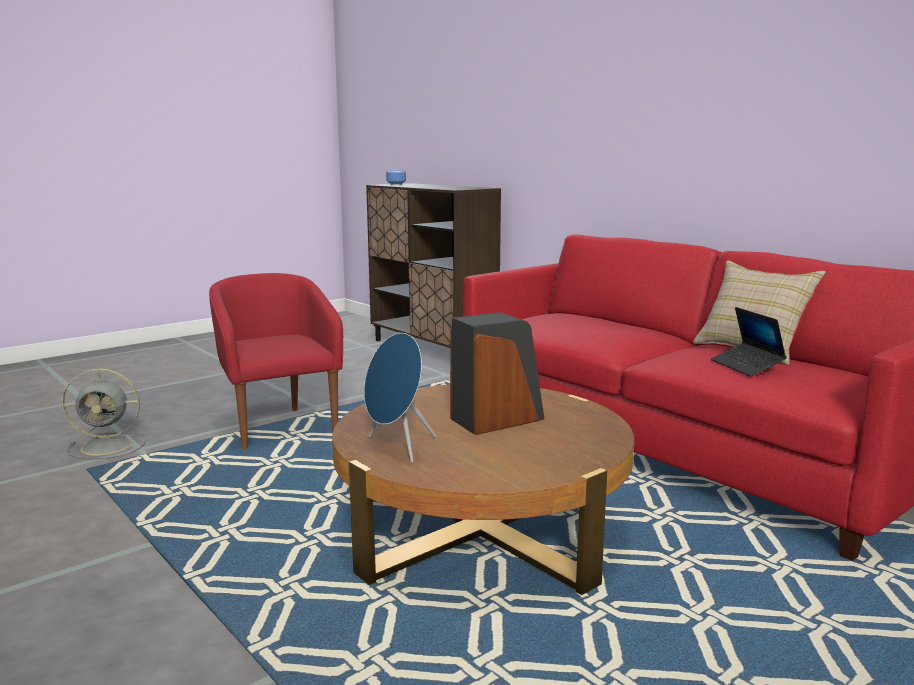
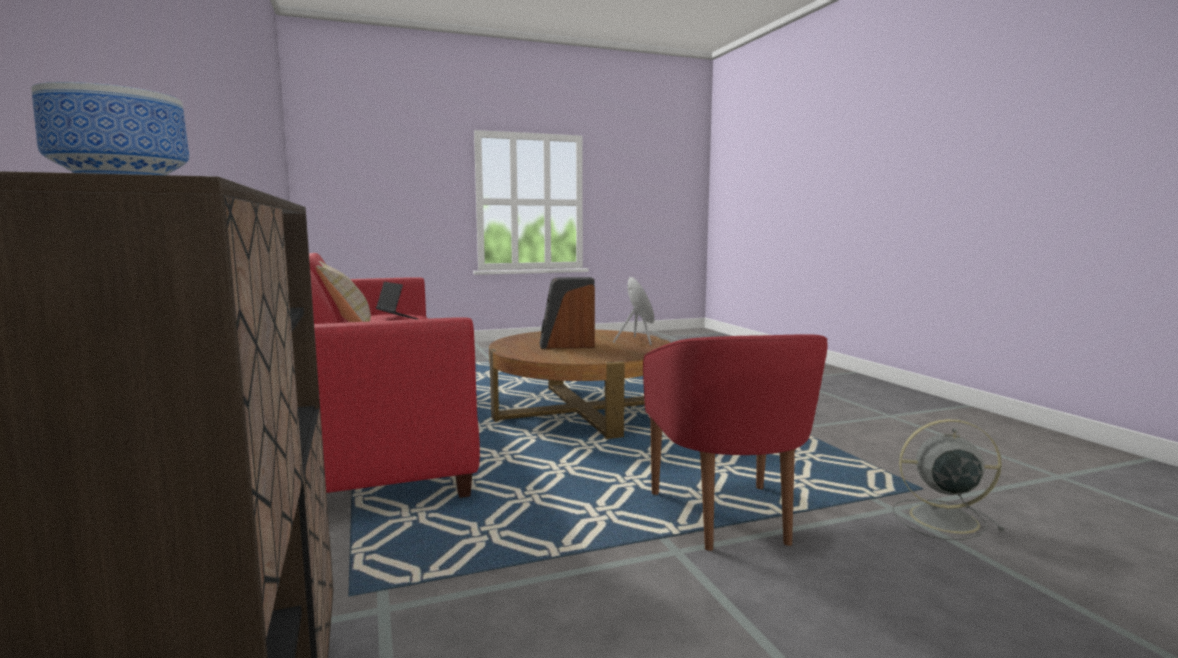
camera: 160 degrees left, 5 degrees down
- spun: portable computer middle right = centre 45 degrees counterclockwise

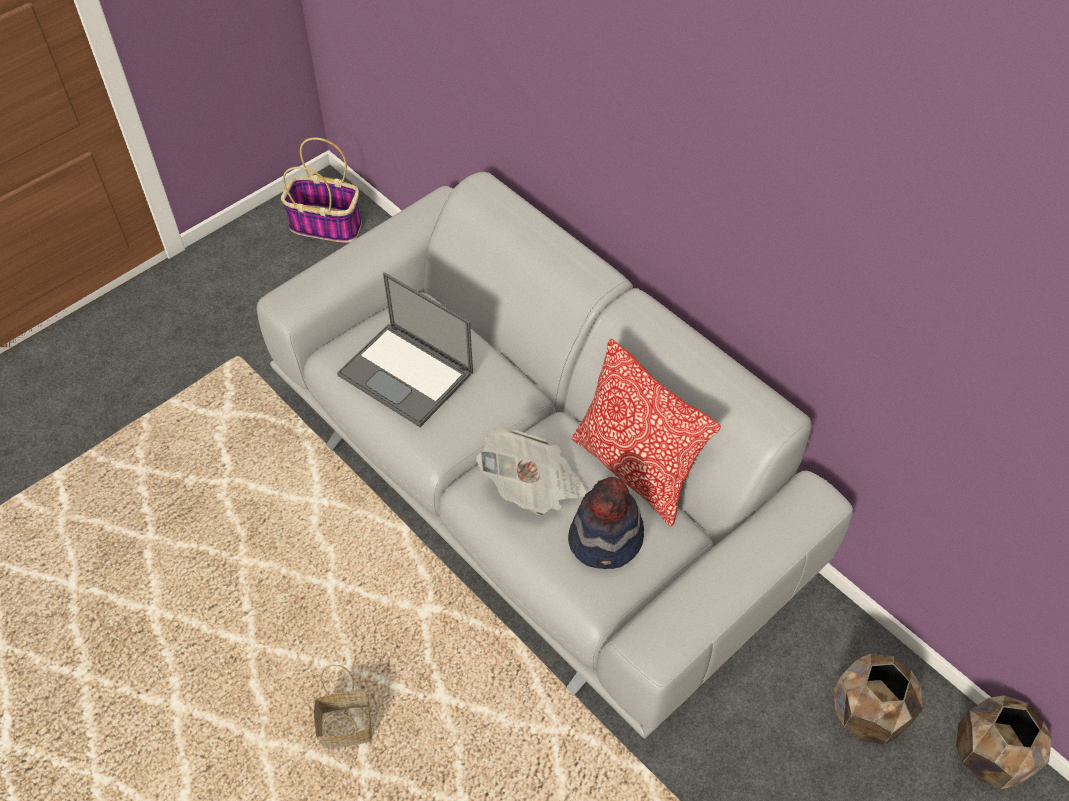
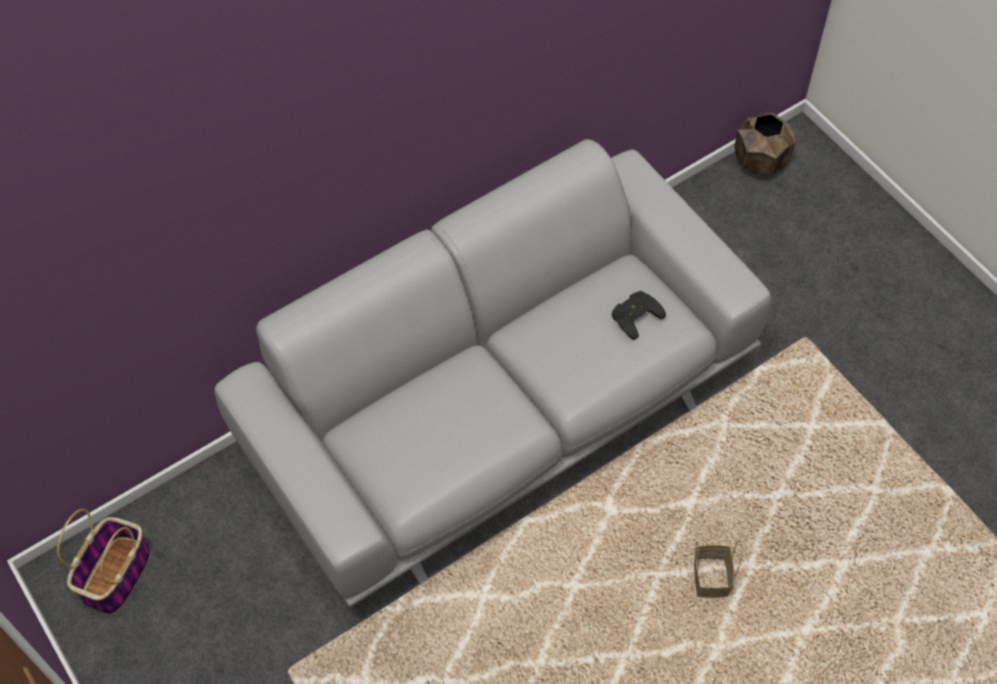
camera: 80 degrees left, 5 degrees up
- exchanged: wearable hat centre to black game controller centre
- missing: portable computer centre
- missing: printed paper centre
- missing: throw pillow centre
- missing: brown-coloured plant pot (no. 1 from left) bottom right

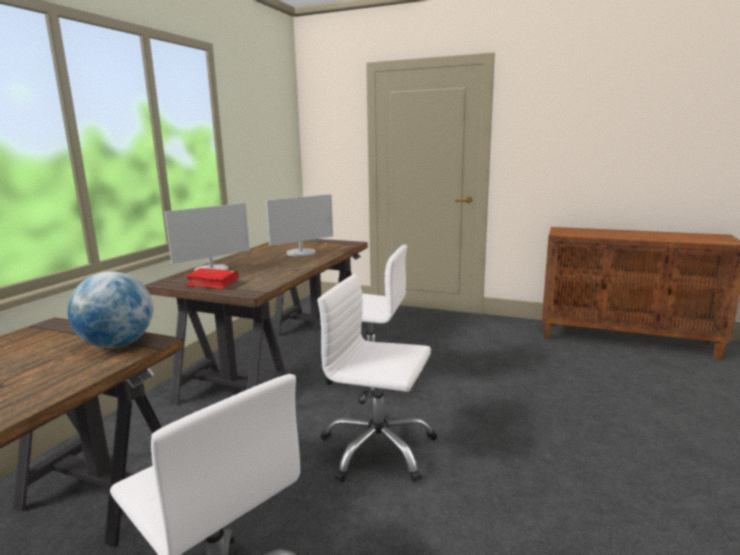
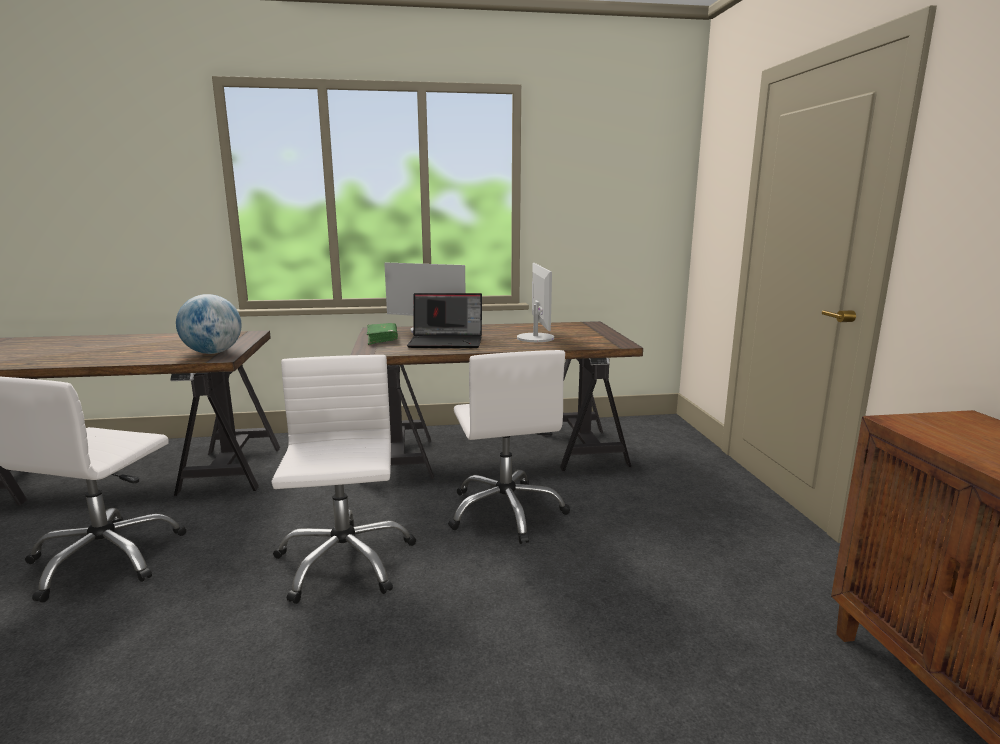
camera: 60 degrees right, 0 degrees up
- colour: red-coloured bound book middle left to green-coloured bound book centre
- appeared: portable computer centre
- spun: monitor (no. 2 from left) centre = centre 120 degrees counterclockwise

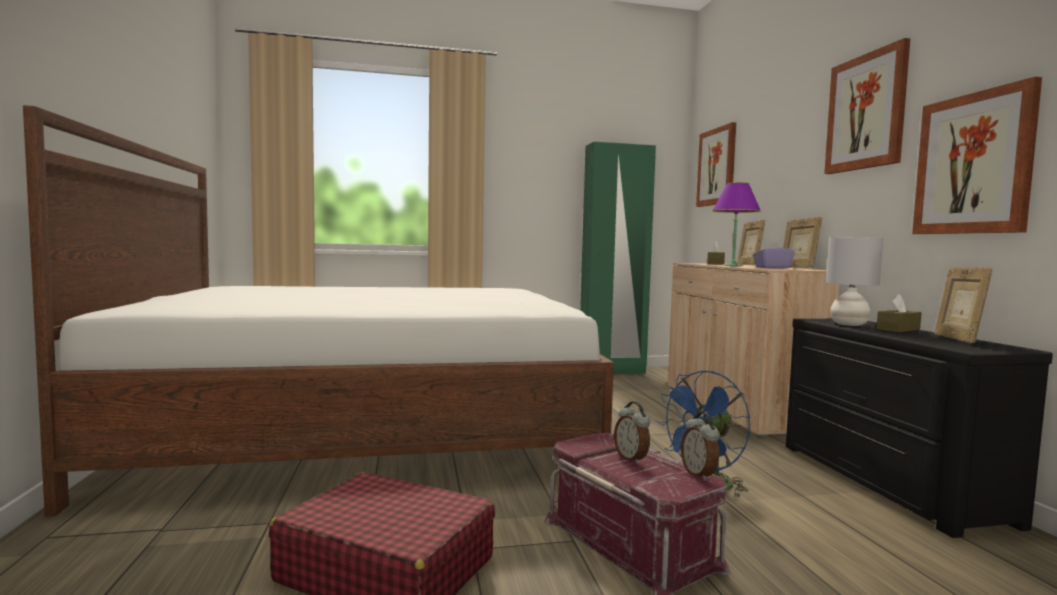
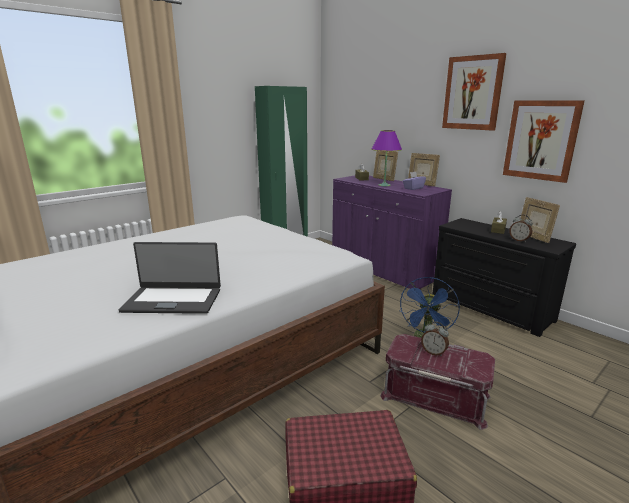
camera: 30 degrees left, 15 degrees up
- appeared: portable computer middle left
- colour: beige-coloured cupboard middle right to purple cupboard centre
- relocated: alarm clock (no. 2 from left) bottom centre to middle right
- missing: picture (no. 1 from left) top right
- missing: gray tabletop lamp middle right

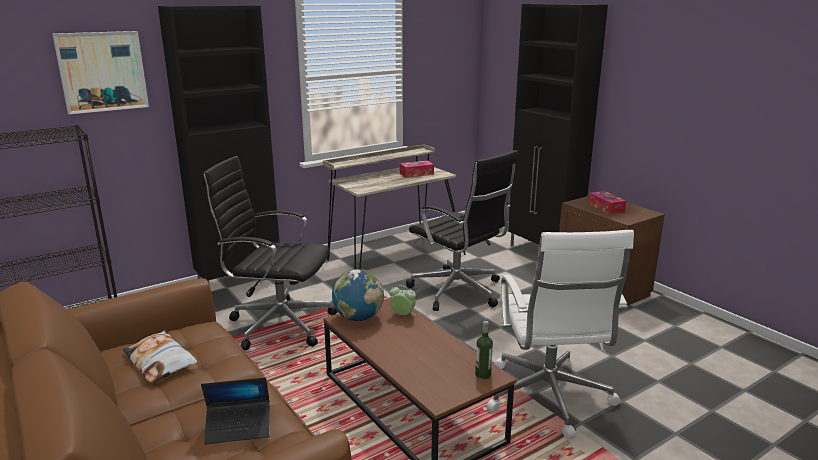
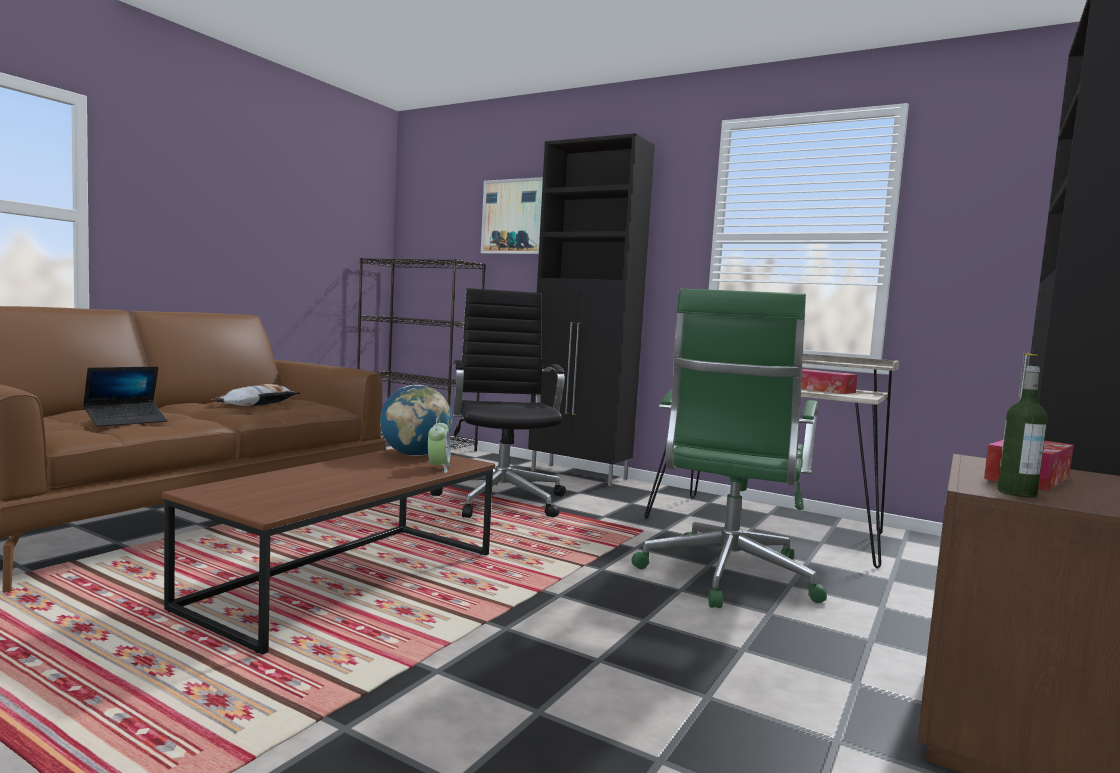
camera: 65 degrees right, 15 degrees down
- spun: portable computer bottom left = middle left 105 degrees counterclockwise
- colour: black desk chair (no. 2 from left) centre to green-coloured desk chair centre
- relocated: drink bottle bottom centre to middle right
- missing: whitish desk chair bottom right

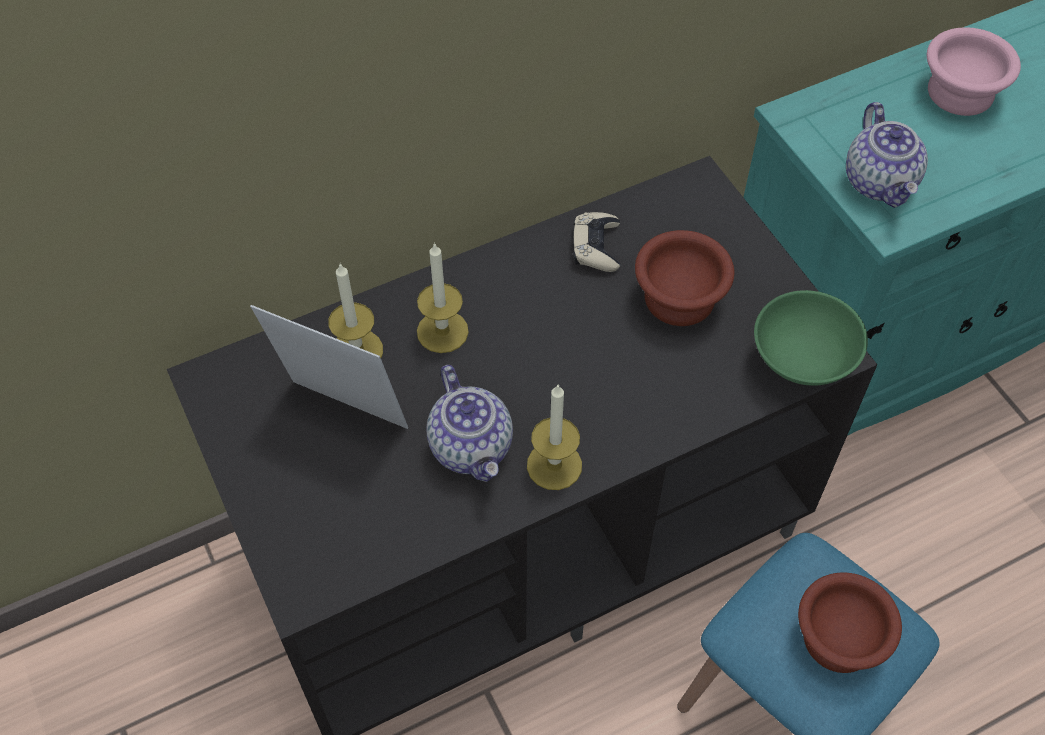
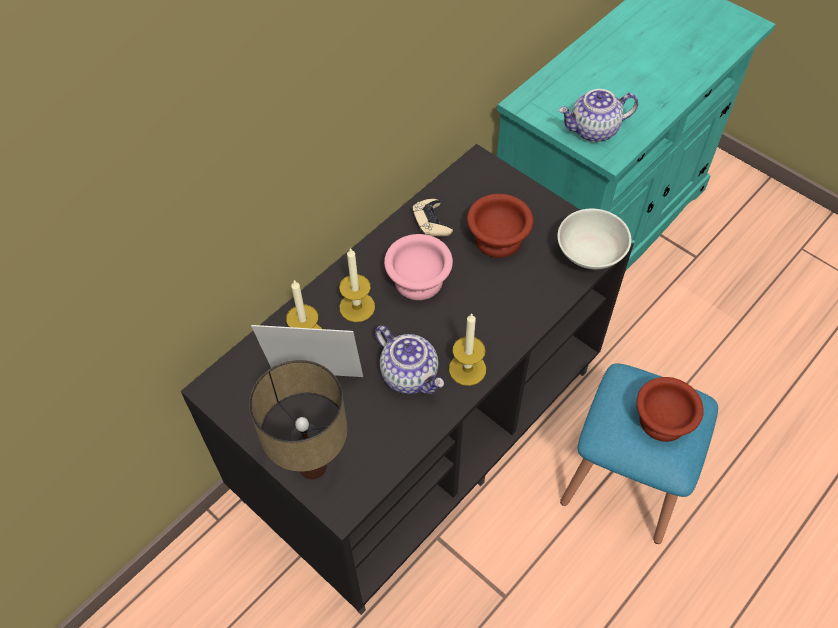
camera: 20 degrees left, 0 degrees up
- appeared: tabletop lamp bottom centre
- relocated: pink-coloured bowl top right to centre
- colour: green-coloured bowl middle right to whitish bowl middle right
- spun: pot for tea (no. 2 from left) top right = top right 105 degrees clockwise

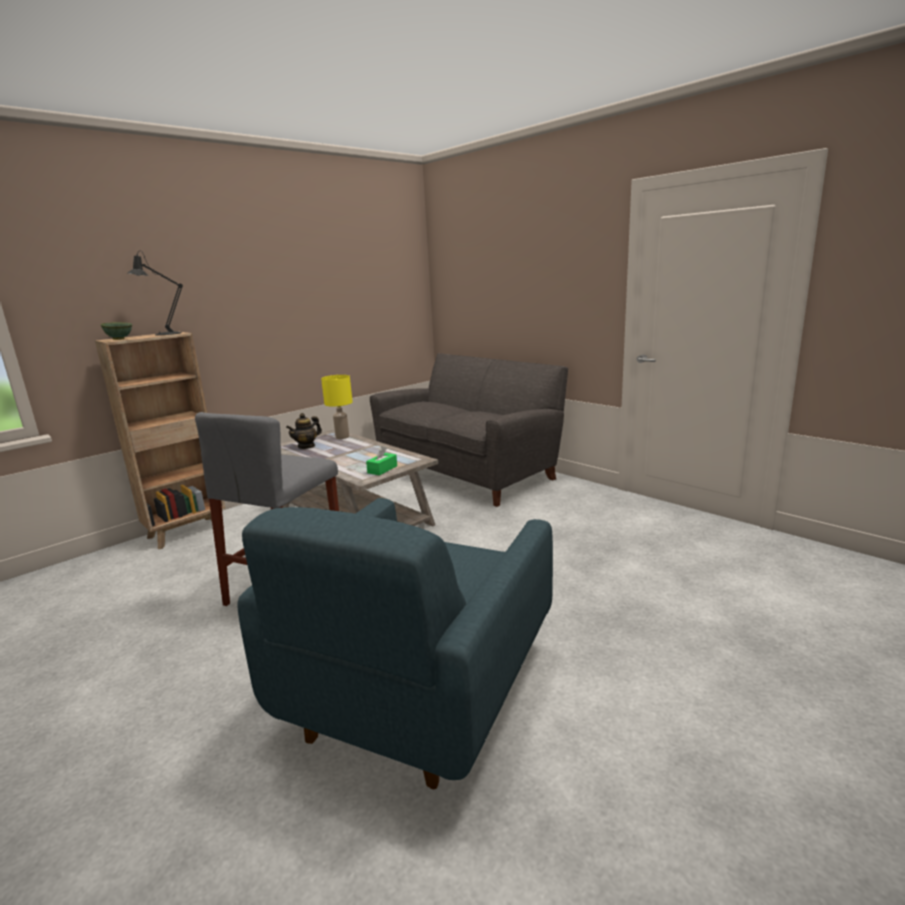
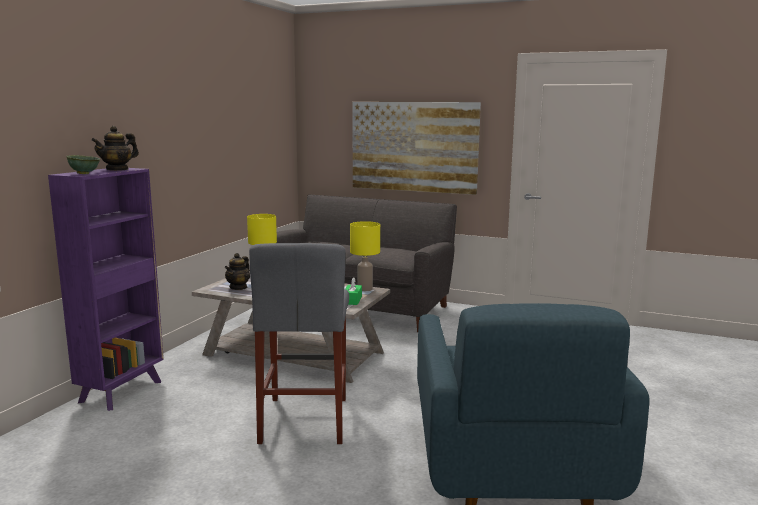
camera: 25 degrees left, 5 degrees down
- colour: brown-coloured shelving unit middle left to purple shelving unit middle left
- exchanged: black tabletop lamp top left to pot for tea (no. 1 from left) top left
- appeared: yellow-coloured tabletop lamp (no. 2 from left) centre
- appeared: picture top centre

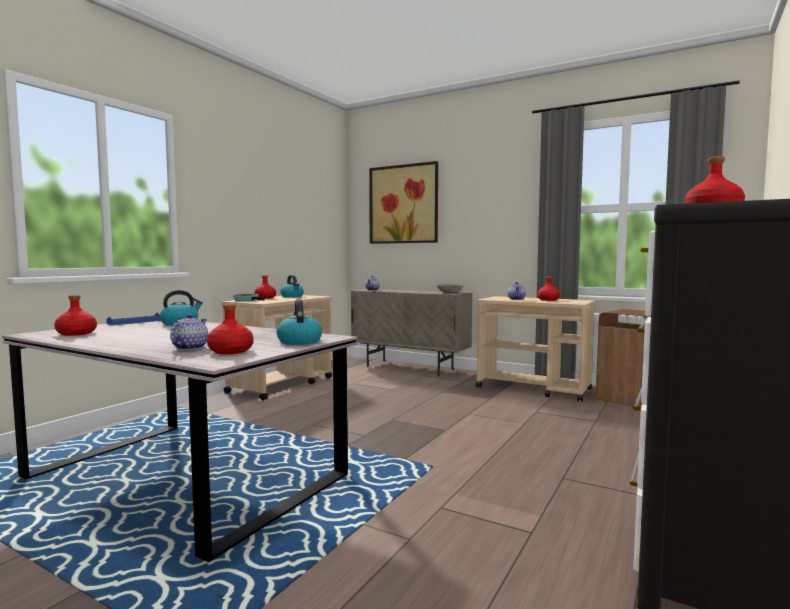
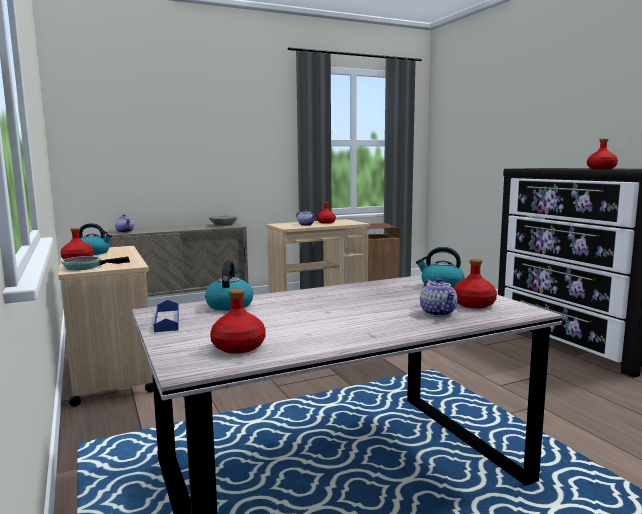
camera: 55 degrees left, 5 degrees up
- spun: pot for tea (no. 1 from left in the first image) middle left = middle right 150 degrees counterclockwise
- missing: picture top centre

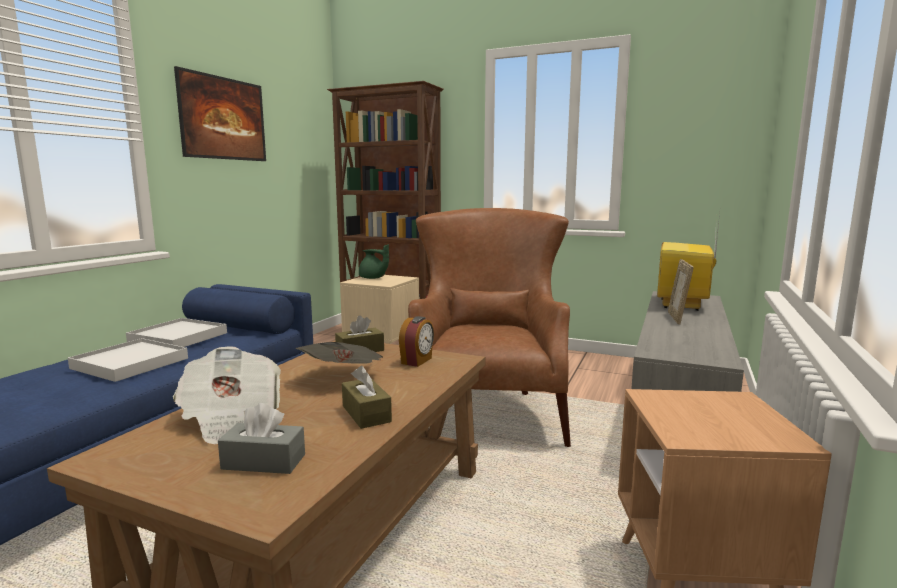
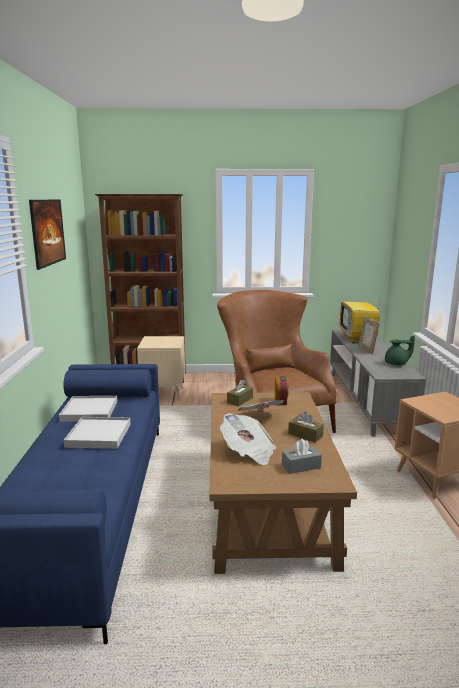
camera: 25 degrees left, 5 degrees up
- relocated: green-coloured pot for tea centre to middle right

